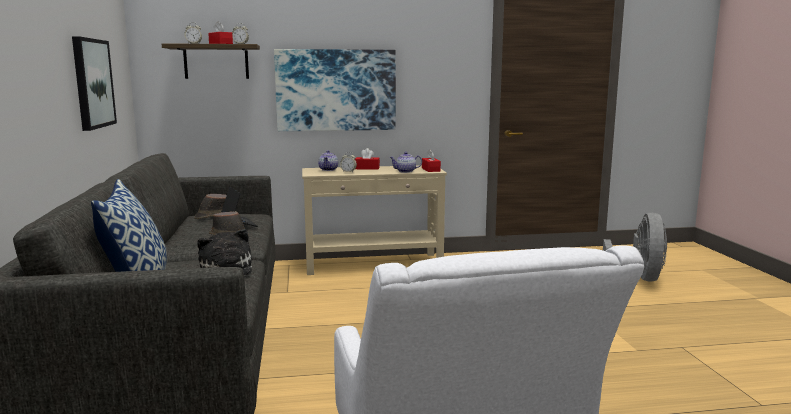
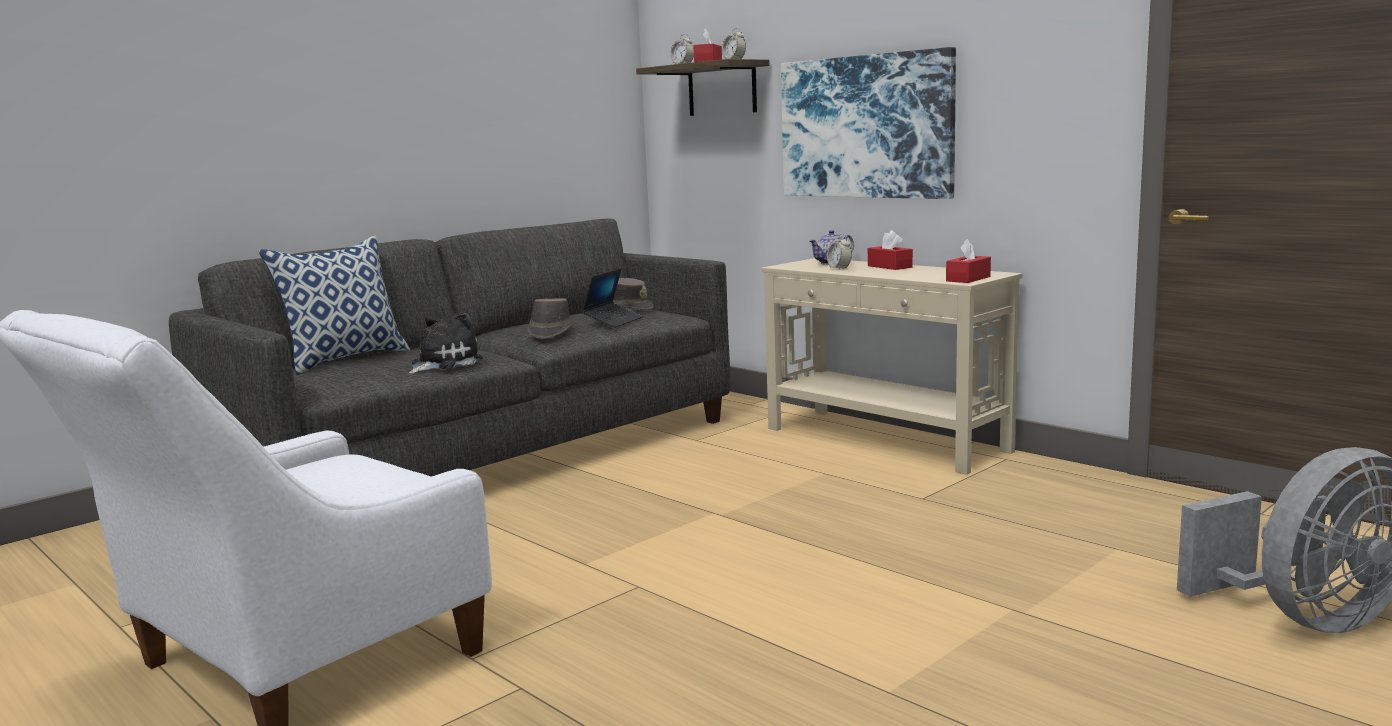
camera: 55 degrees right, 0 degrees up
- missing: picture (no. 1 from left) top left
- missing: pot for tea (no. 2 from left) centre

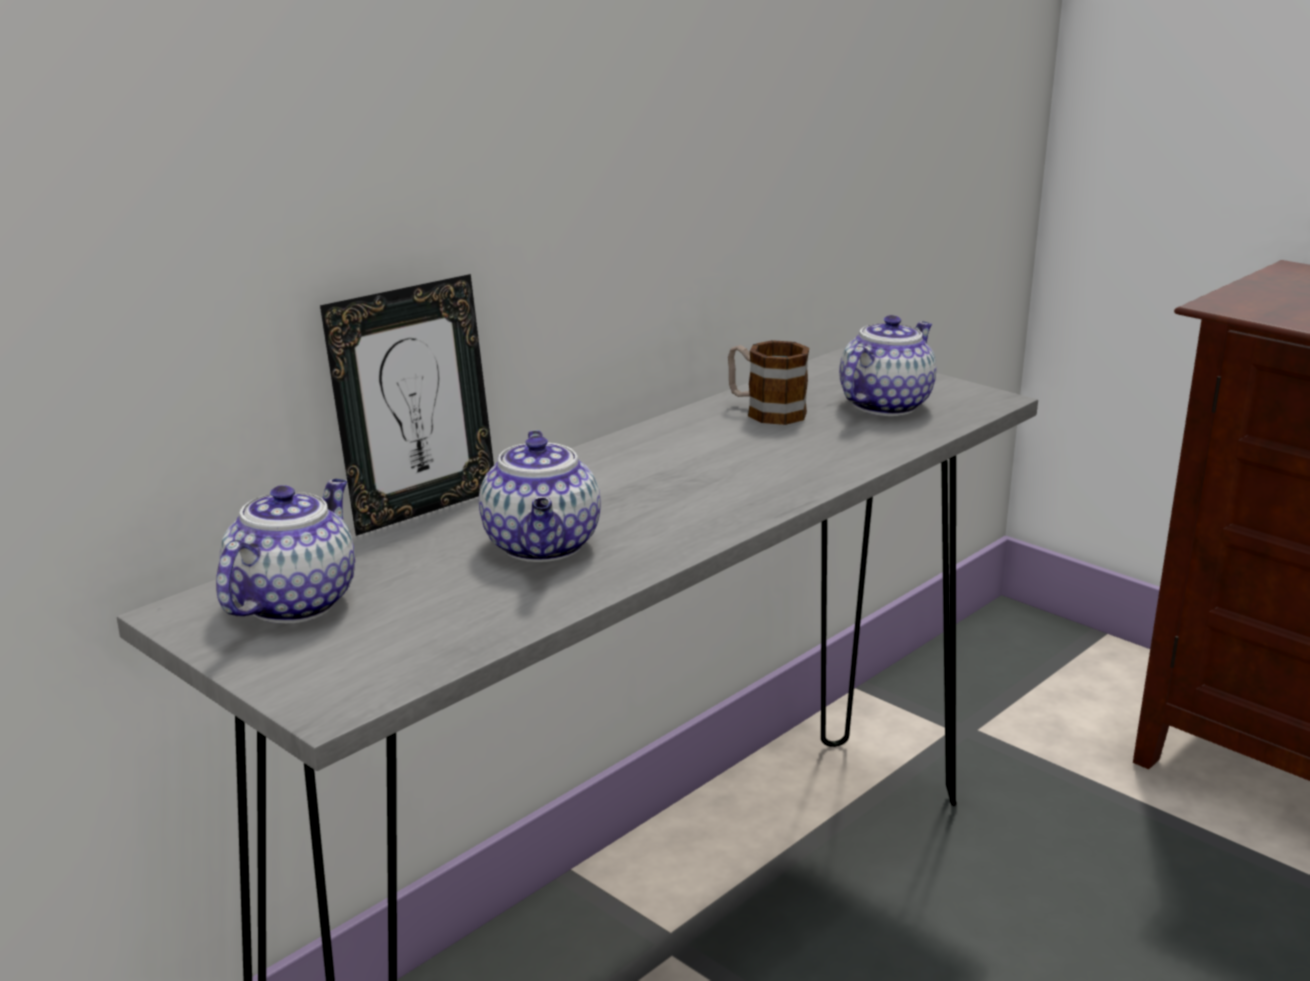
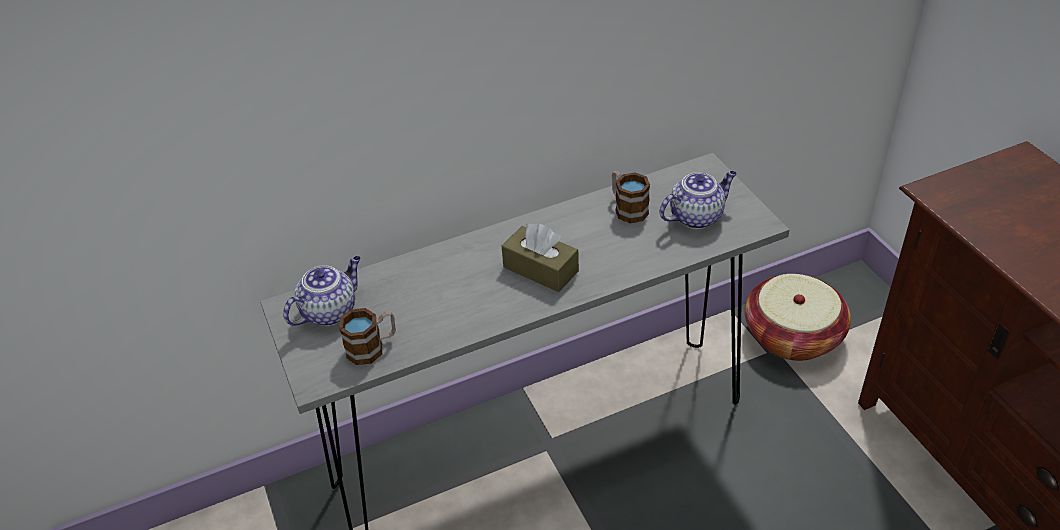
camera: 25 degrees right, 20 degrees up
- appeared: coffee mug (no. 1 from left) centre
- appeared: brown-coloured tissue holder centre
- appeared: storage basket middle right
- missing: standing frame middle left
- missing: pot for tea (no. 2 from left) centre

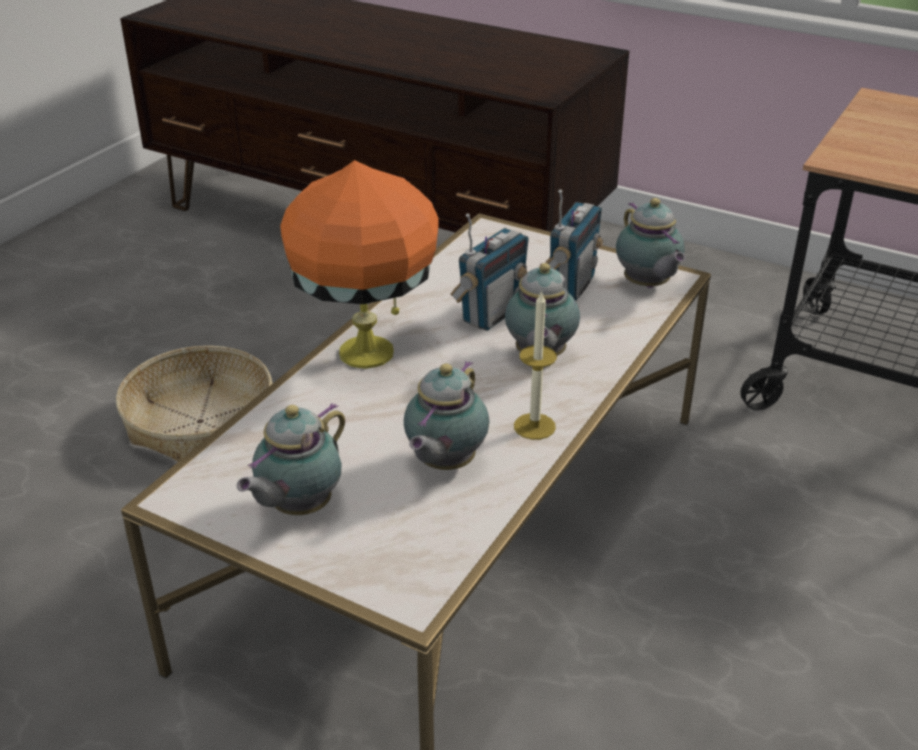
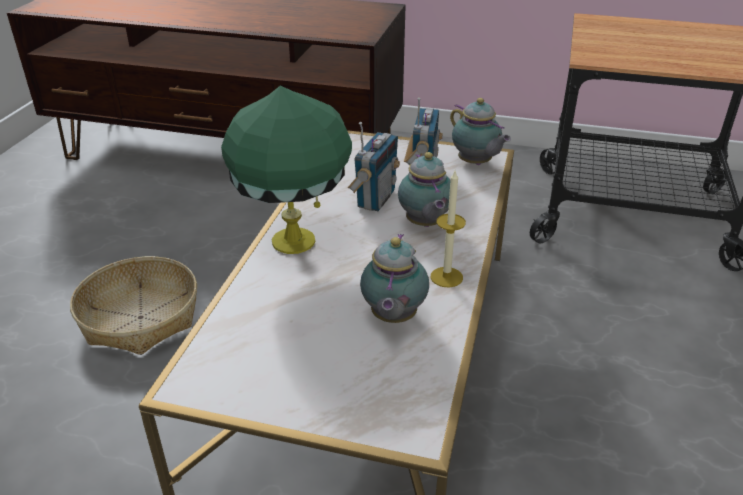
camera: 15 degrees left, 0 degrees up
- colour: orange-coloured tabletop lamp centre to green-coloured tabletop lamp centre
- missing: pot for tea (no. 1 from left) middle left

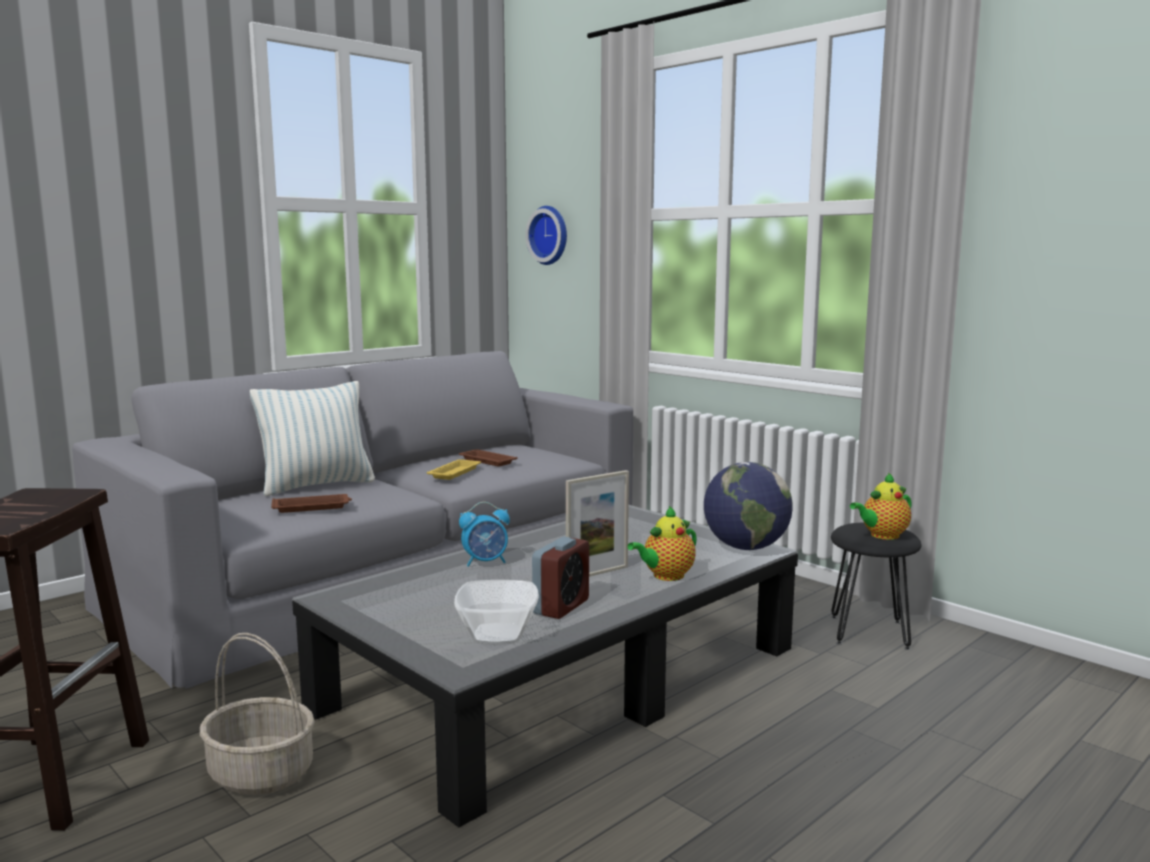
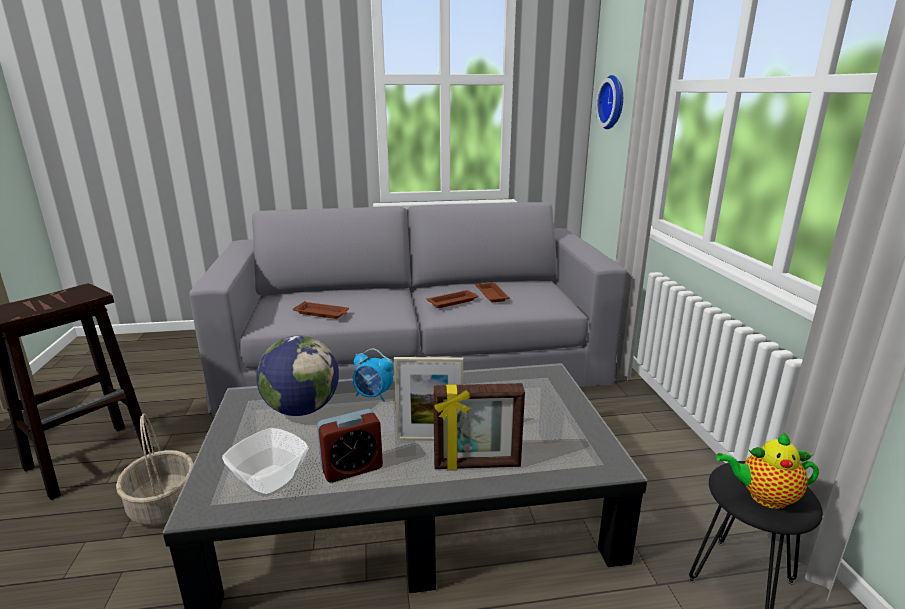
camera: 35 degrees right, 10 degrees up
- relocated: globe centre to middle left
- colour: yellow-coloured carrying tray centre to brown-coloured carrying tray (no. 2 from left) centre
- exchanged: pot for tea (no. 1 from left) centre to standing frame (no. 2 from left) bottom centre
- missing: throw pillow middle left

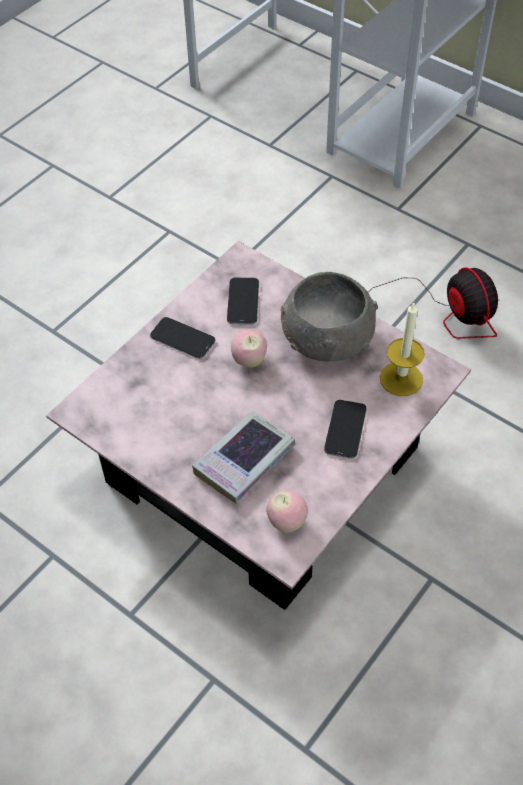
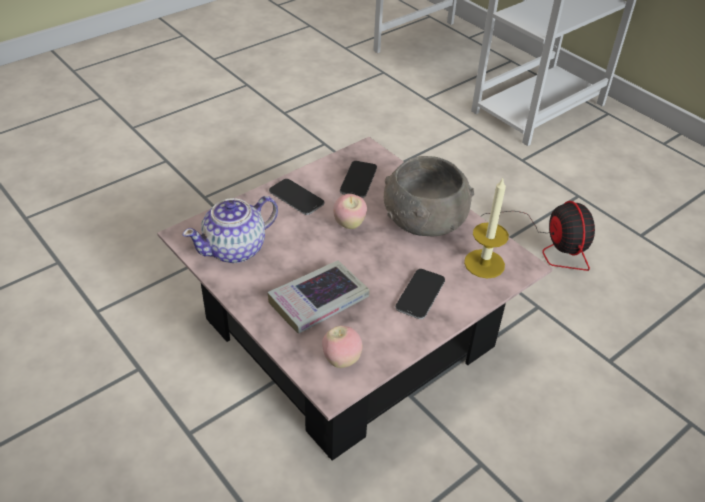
camera: 10 degrees right, 10 degrees down
- appeared: pot for tea middle left

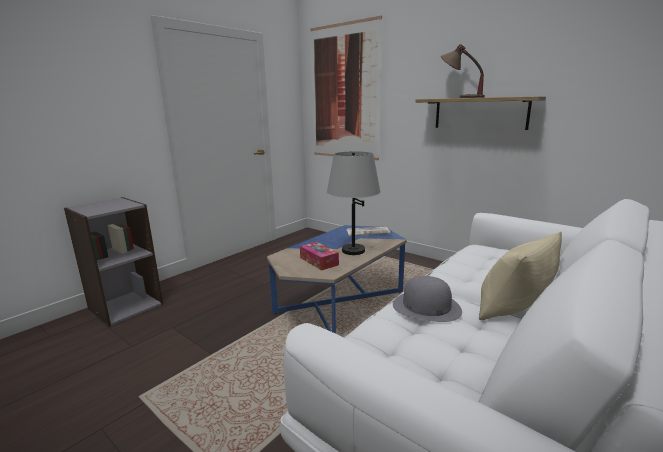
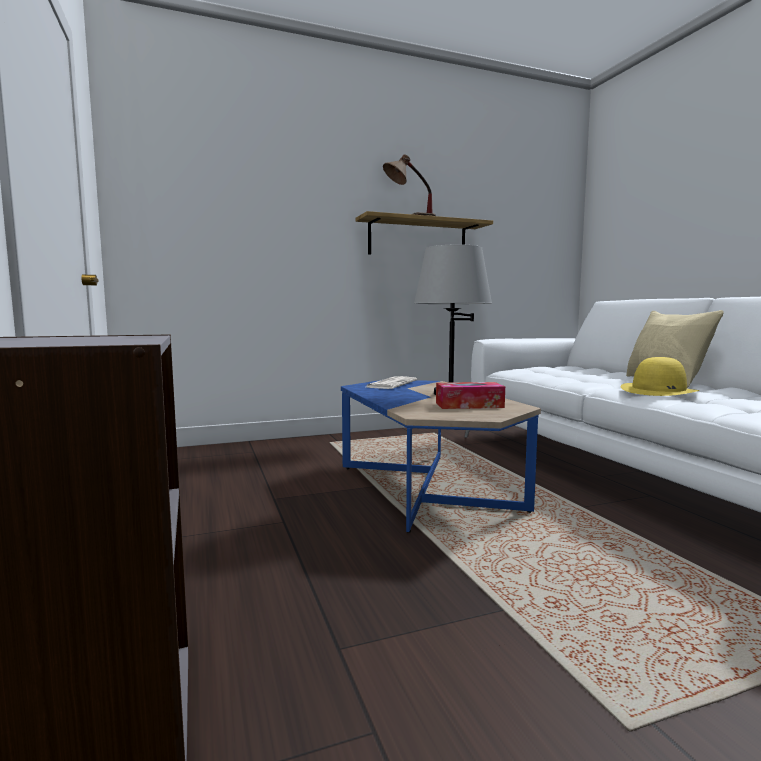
camera: 60 degrees left, 10 degrees down
- colour: gray wearable hat centre to yellow-coloured wearable hat middle right
- missing: picture top centre

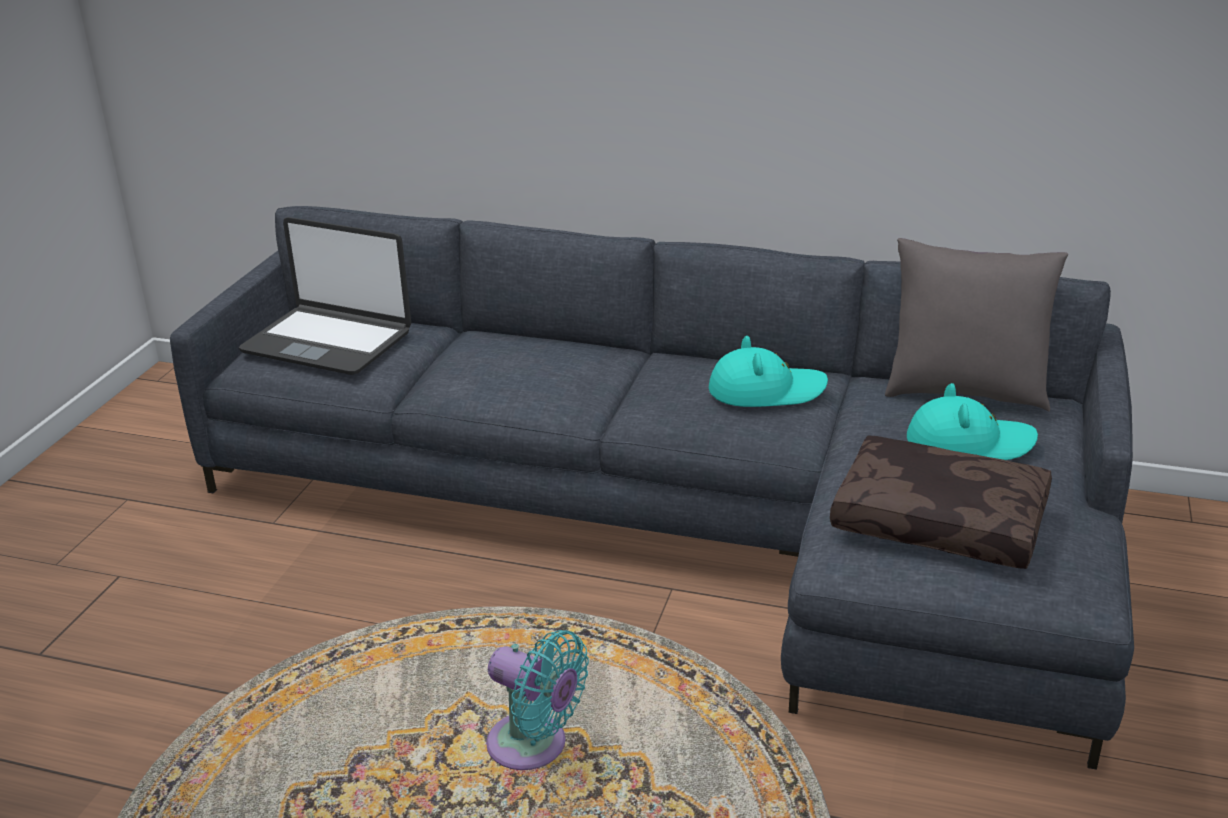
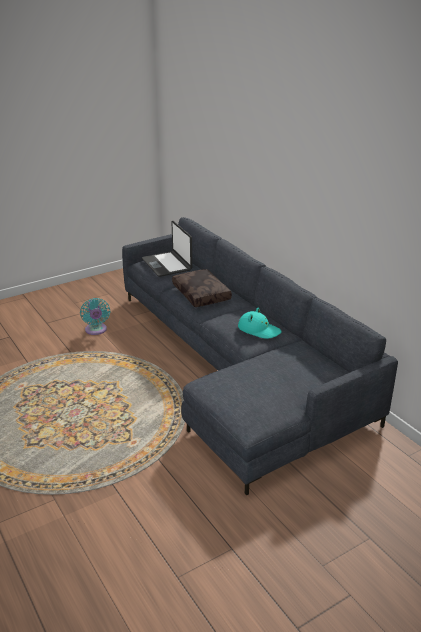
camera: 40 degrees right, 0 degrees up
- relocated: blue-green electric fan bottom centre to middle left
- relocated: brown-coloured throw pillow middle right to centre
- missing: gray throw pillow middle right
- missing: blue-green wearable hat (no. 2 from left) middle right

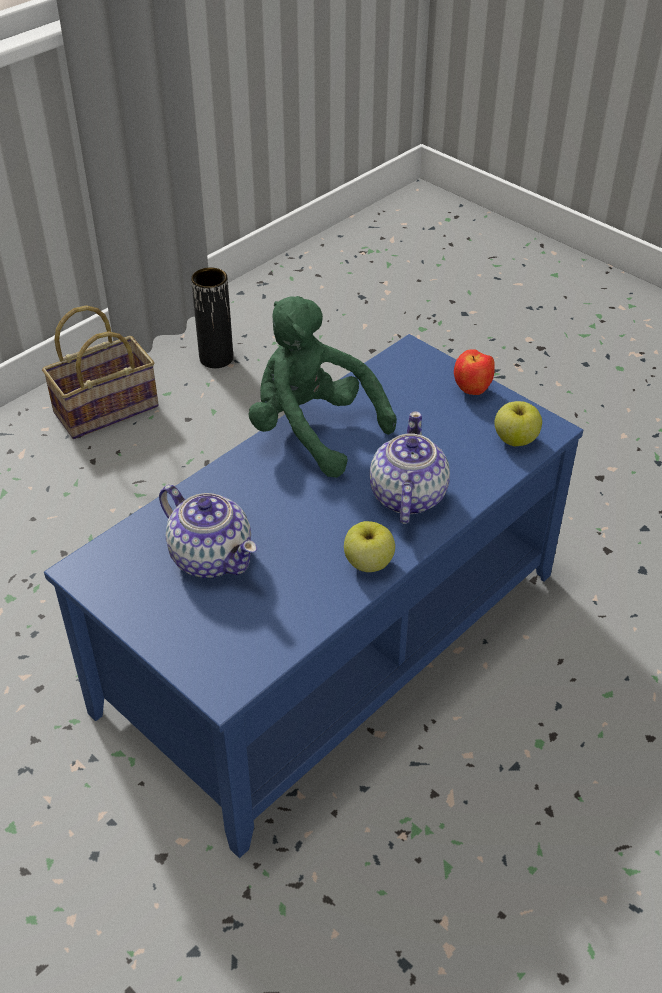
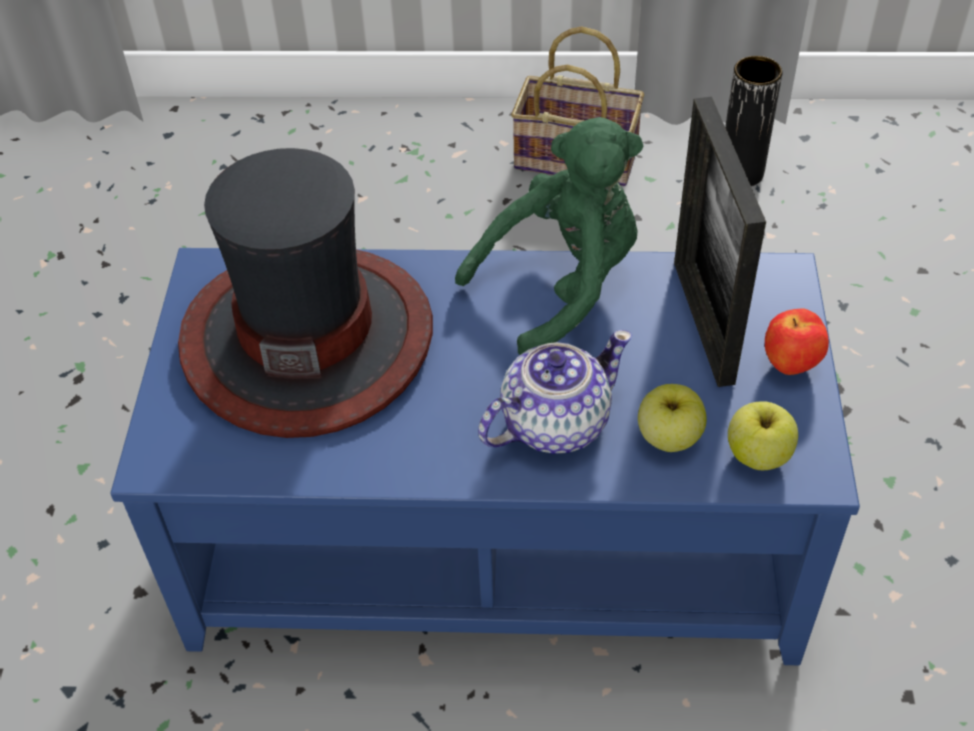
camera: 50 degrees right, 5 degrees up
- exchanged: pot for tea (no. 1 from left) middle left to wearable hat middle left
- spun: green-coloured cuddly toy centre = top centre 60 degrees clockwise
- relocated: apple fruit (no. 1 from left) centre to middle right
- appeared: standing frame top right

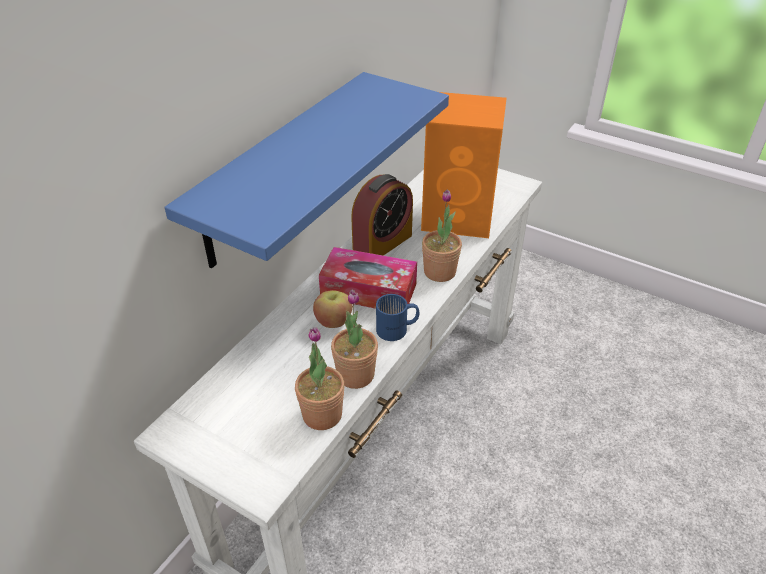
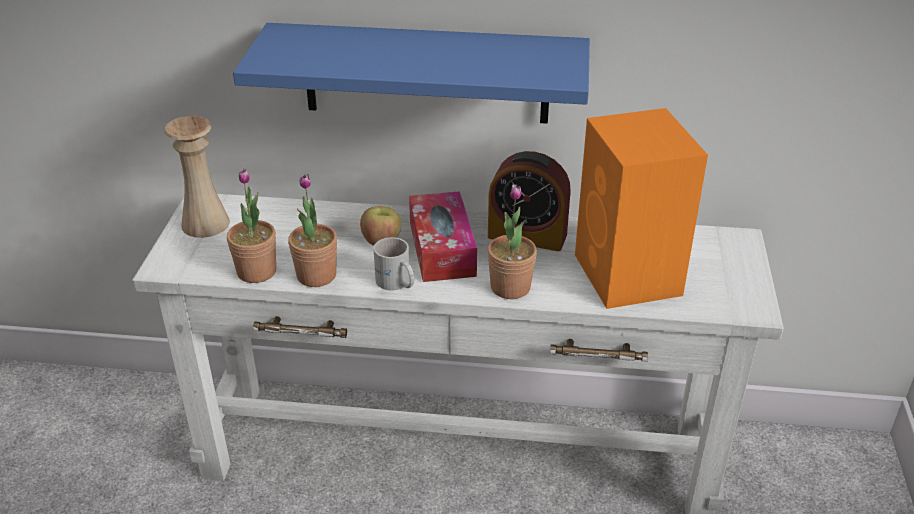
camera: 65 degrees right, 5 degrees down
- appeared: beige-coloured decorative vase middle left
- colour: blue coffee mug centre to whitish coffee mug centre

